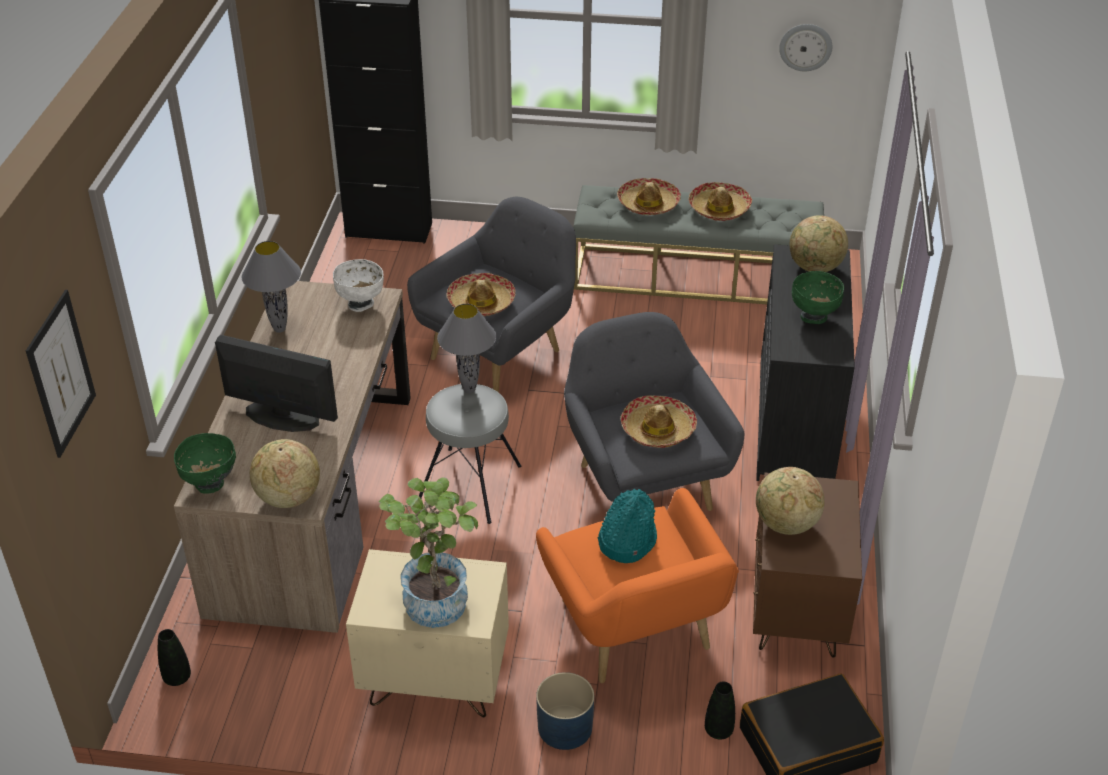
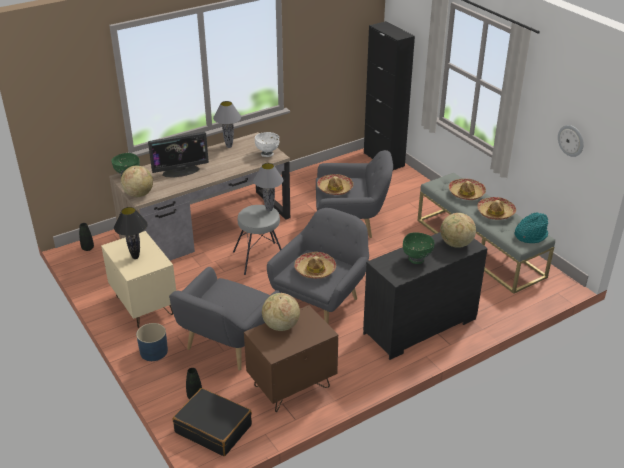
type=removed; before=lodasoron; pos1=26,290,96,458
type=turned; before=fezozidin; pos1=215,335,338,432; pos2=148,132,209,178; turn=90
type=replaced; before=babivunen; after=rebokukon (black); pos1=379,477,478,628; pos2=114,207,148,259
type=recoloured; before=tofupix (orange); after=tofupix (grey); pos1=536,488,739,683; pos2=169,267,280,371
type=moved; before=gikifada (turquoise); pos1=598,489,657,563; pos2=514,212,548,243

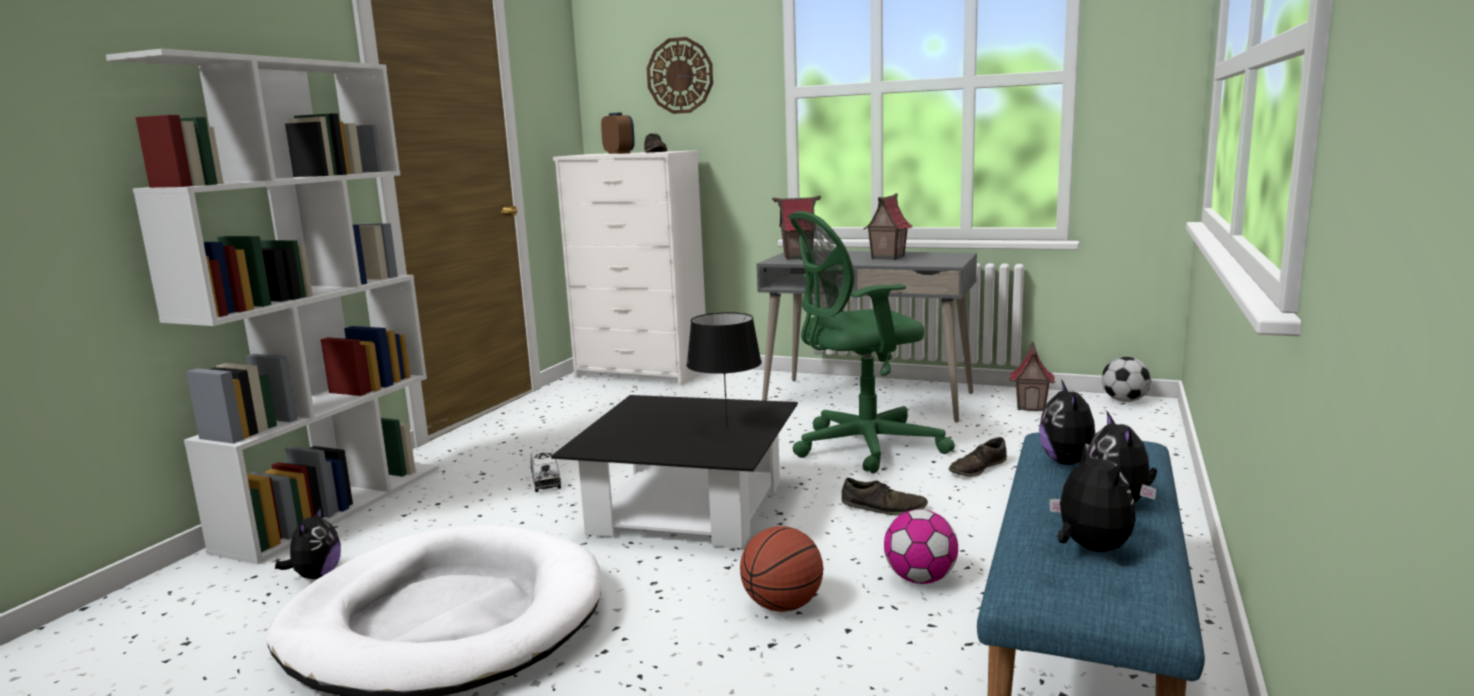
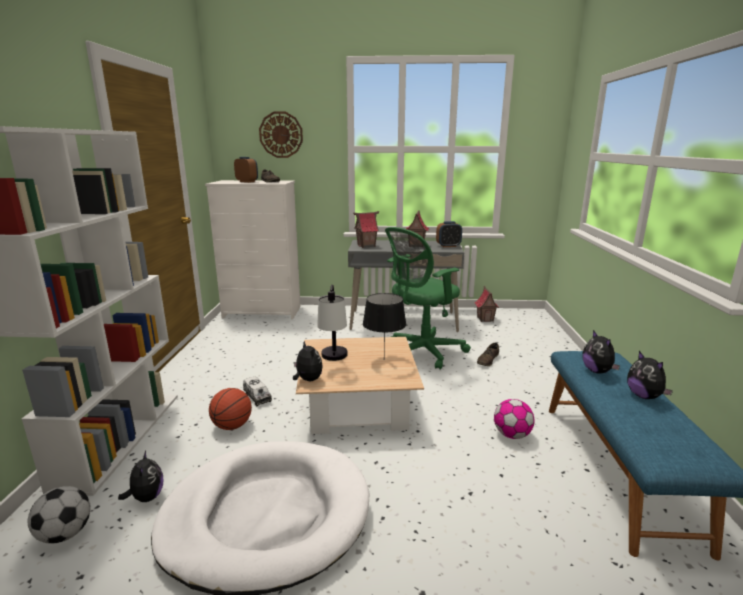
type=moved; before=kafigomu; pos1=1102,357,1151,402; pos2=28,486,91,544
type=recoloured; before=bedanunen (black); after=bedanunen (beige); pos1=551,395,798,550; pos2=296,337,424,435
type=moved; before=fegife; pos1=1049,444,1136,552; pos2=293,340,323,381
type=removed; before=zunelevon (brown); pos1=842,478,928,516
type=moved; before=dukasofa; pos1=740,526,823,612; pos2=209,388,252,430
type=added; after=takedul; pos2=436,221,462,247
type=added; after=rebokukon; pos2=317,285,348,361

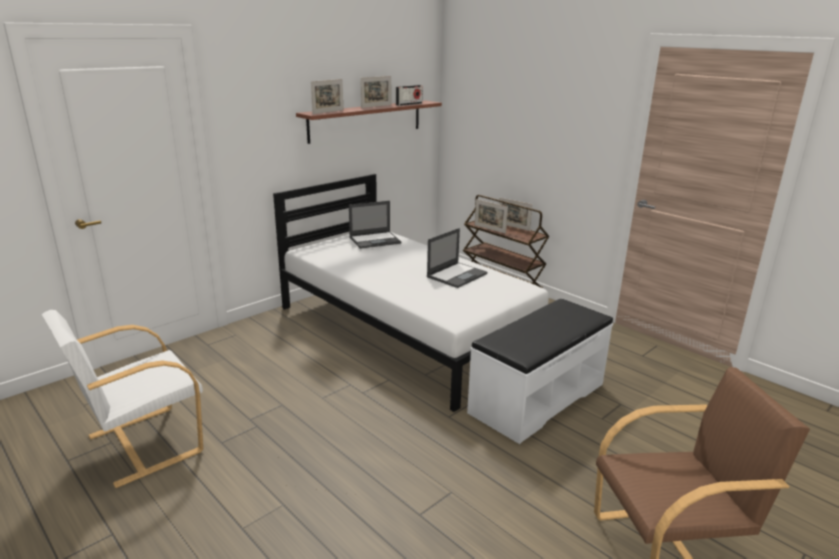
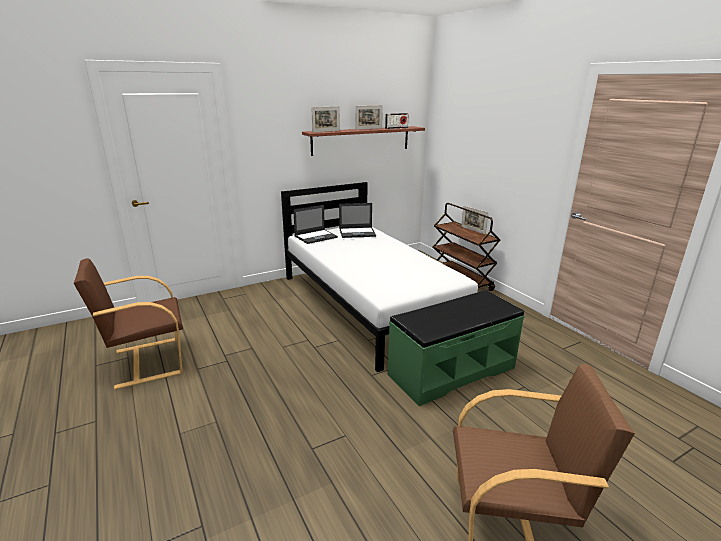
type=removed; before=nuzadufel; pos1=475,199,508,234
type=moved; before=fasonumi; pos1=427,228,487,288; pos2=293,205,338,244
type=recoloured; before=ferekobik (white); after=ferekobik (green); pos1=467,298,613,444; pos2=388,290,524,406
type=recoloured; before=tofupix (white); after=tofupix (brown); pos1=42,310,203,488; pos2=73,258,183,389

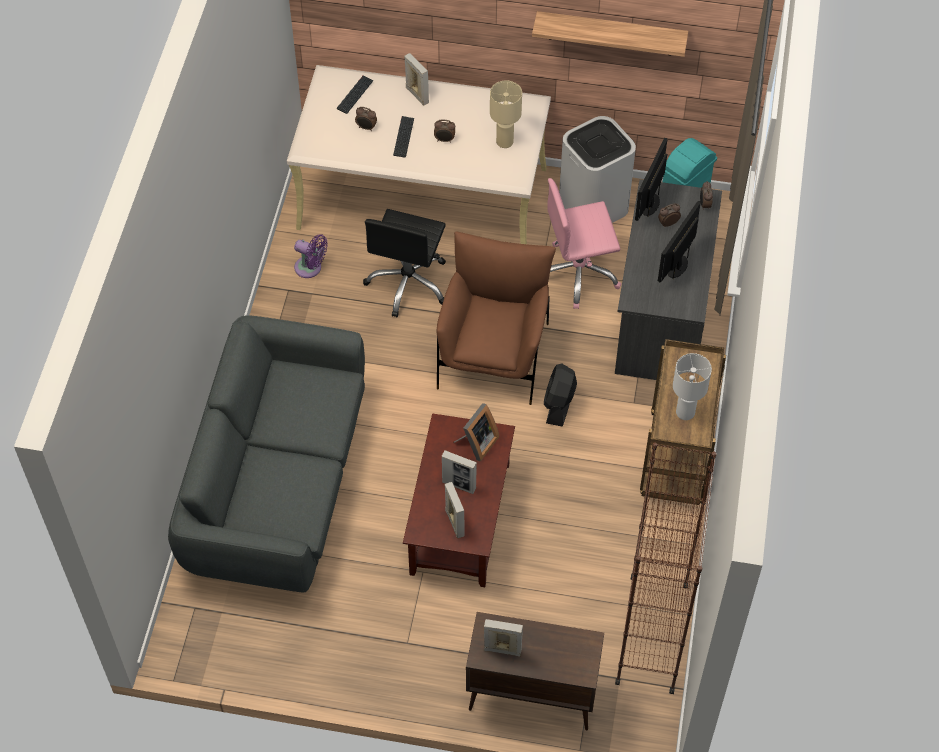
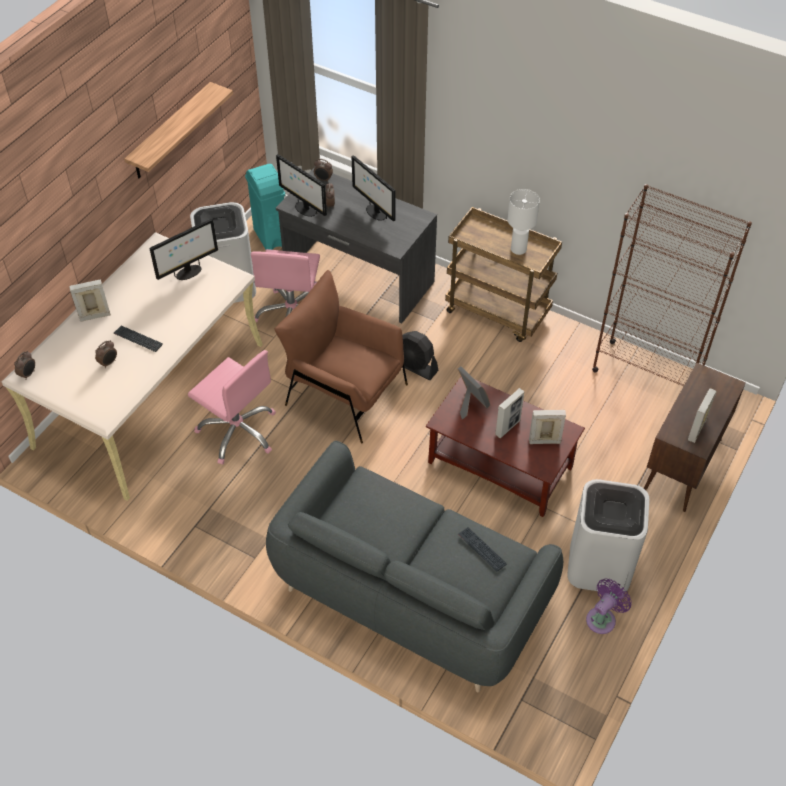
type=moved; before=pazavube; pos1=337,75,374,114; pos2=458,527,507,572
type=replaced; before=rebokukon (beige); after=fezozidin; pos1=490,80,522,148; pos2=149,218,218,280
type=moved; before=takedul; pos1=434,119,455,143; pos2=14,351,35,380
type=recoloured; before=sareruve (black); after=sareruve (pink); pos1=363,209,446,317; pos2=188,350,276,465
type=moved; before=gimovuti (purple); pos1=294,234,328,278; pos2=586,578,632,634
type=added; after=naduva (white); pos2=567,479,649,593

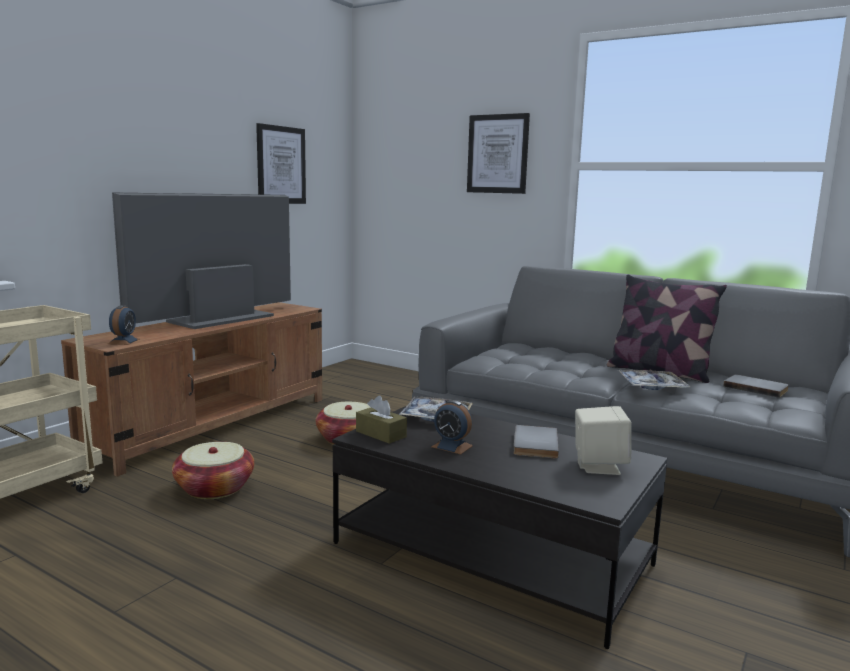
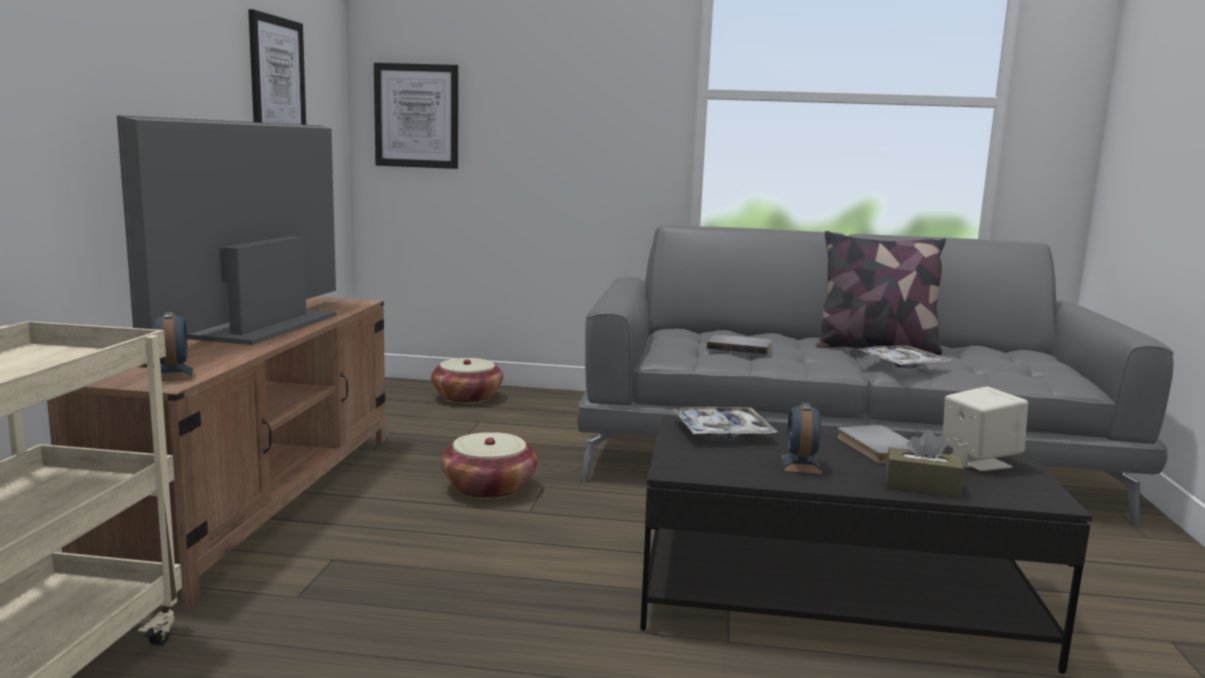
type=moved; before=lodasoron; pos1=467,113,530,194; pos2=374,63,458,169
type=moved; before=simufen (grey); pos1=723,374,789,398; pos2=707,334,772,355
type=moved; before=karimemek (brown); pos1=356,396,407,444; pos2=886,430,964,498
type=turned; before=takedul; pos1=432,400,473,454; pos2=781,403,822,474; turn=90
type=moved; before=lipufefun; pos1=172,442,254,499; pos2=431,358,503,404

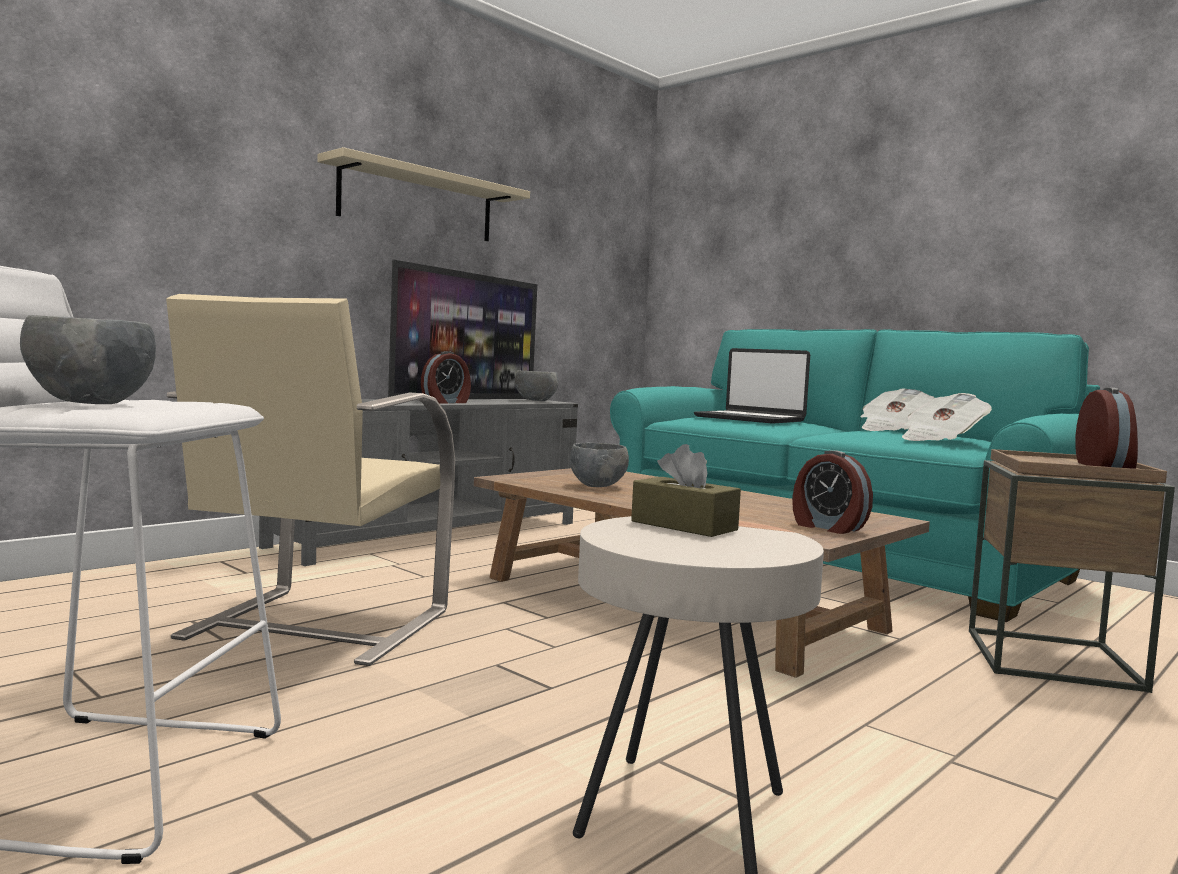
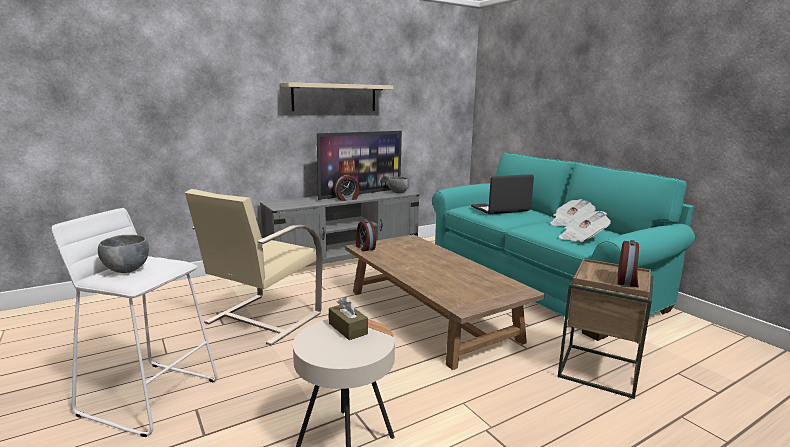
type=turned; before=fasonumi; pos1=694,348,810,424; pos2=471,174,534,215; turn=105
type=removed; before=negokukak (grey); pos1=570,443,629,487
type=moved; before=takedul; pos1=792,450,873,534; pos2=356,220,376,251

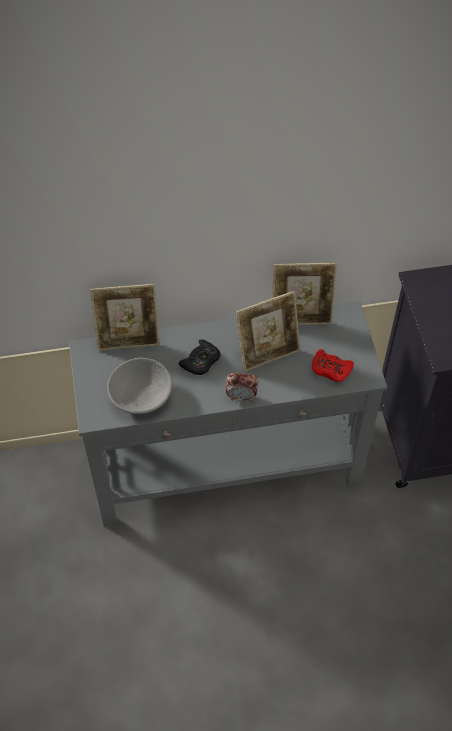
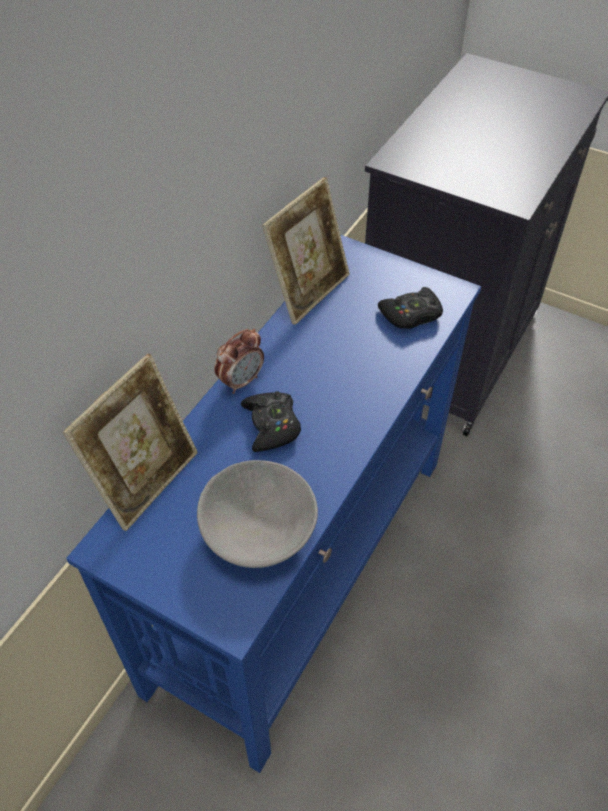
type=removed; before=nuzadufel; pos1=235,291,300,372
type=recoloured; before=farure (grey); after=farure (blue); pos1=69,300,387,526; pos2=66,235,481,773
type=recoloured; before=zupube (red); after=zupube (black); pos1=312,349,354,382; pos2=378,287,443,329
type=moved; before=takedul; pos1=226,373,259,402; pos2=214,329,264,394

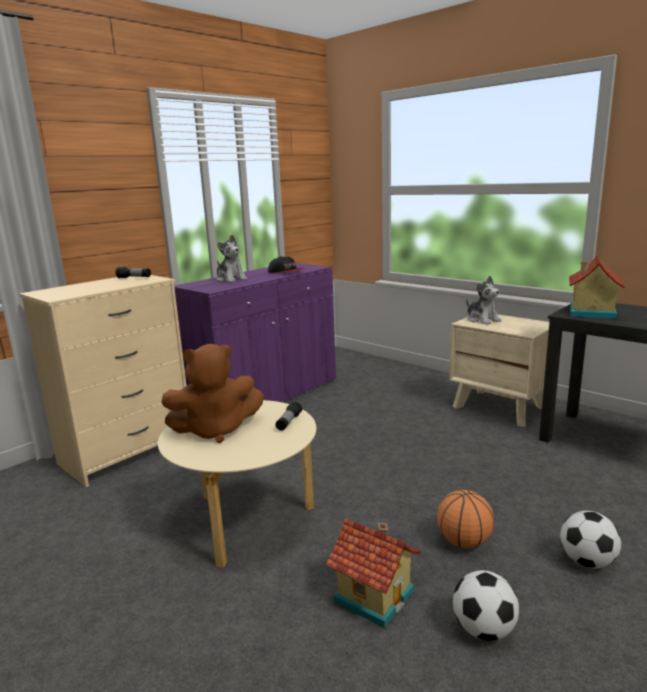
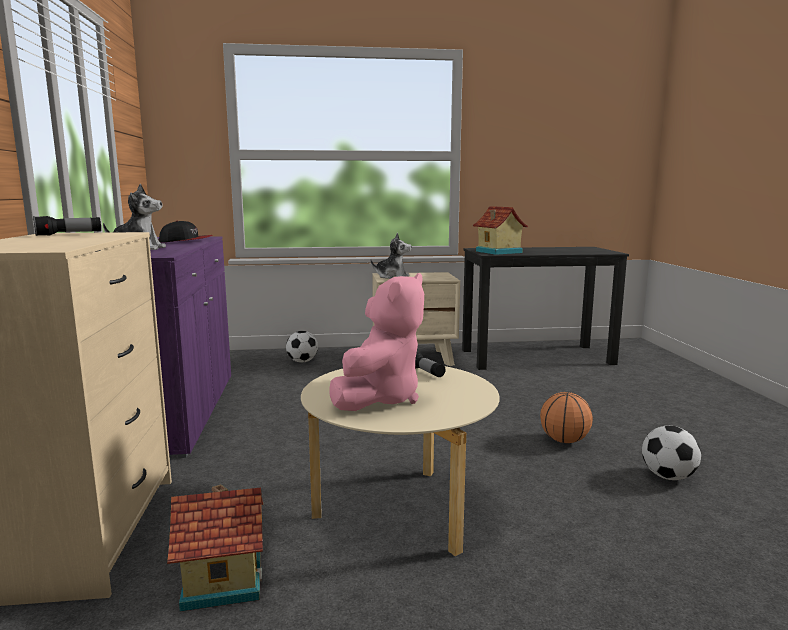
type=recoloured; before=fegife (brown); after=fegife (pink); pos1=161,344,264,443; pos2=329,273,424,411
type=moved; before=kafigomu; pos1=560,511,621,568; pos2=286,331,318,363
type=moved; before=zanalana; pos1=326,518,421,628; pos2=167,484,263,612

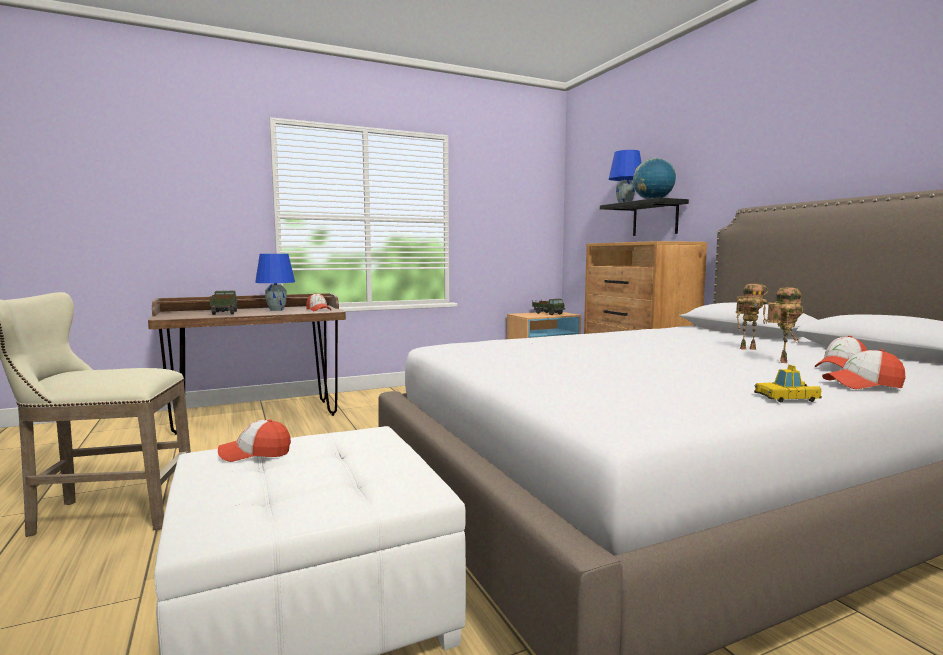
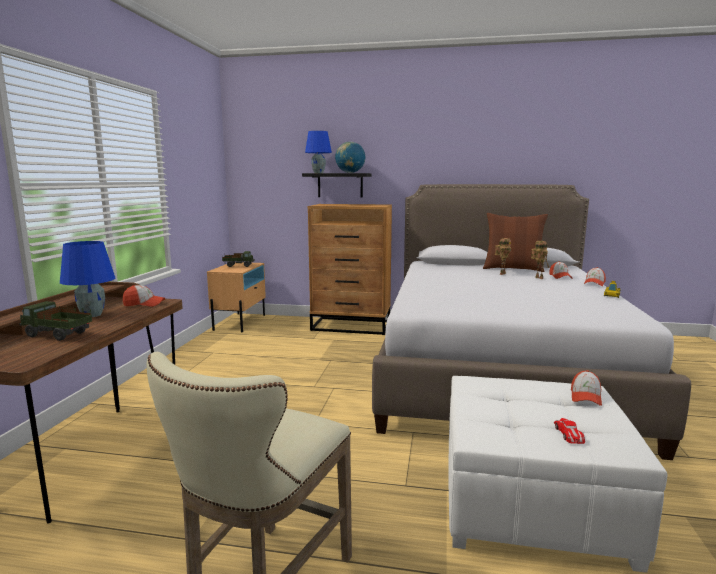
type=moved; before=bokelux; pos1=218,419,291,462; pos2=571,370,602,406
type=added; after=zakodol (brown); pos2=483,213,548,272
type=added; after=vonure; pos2=554,418,585,444

